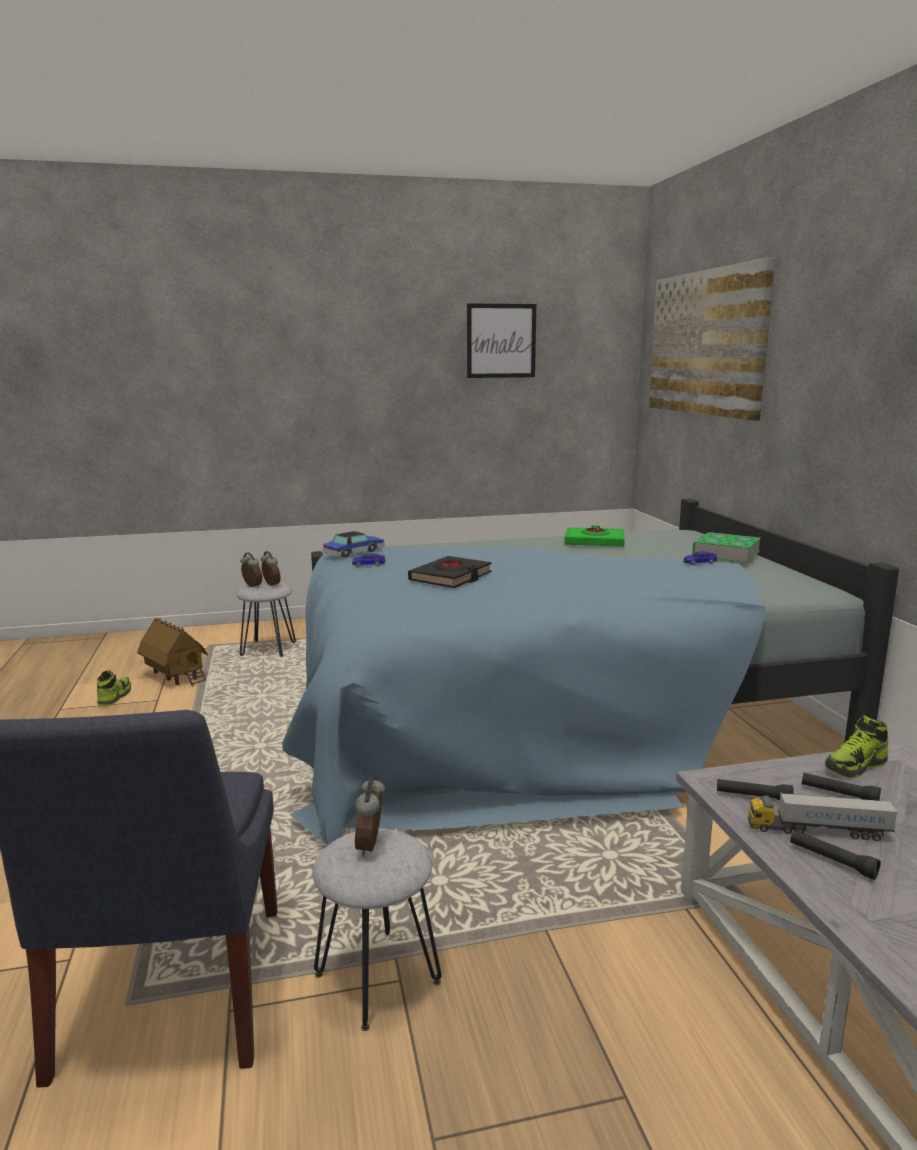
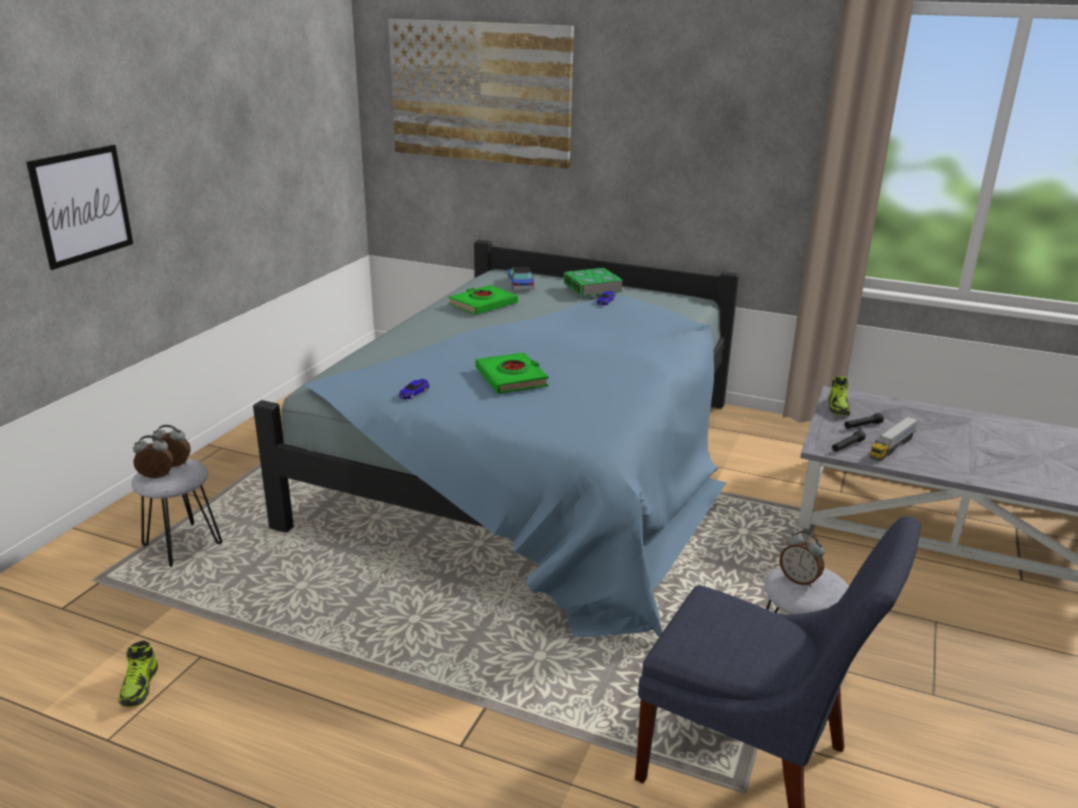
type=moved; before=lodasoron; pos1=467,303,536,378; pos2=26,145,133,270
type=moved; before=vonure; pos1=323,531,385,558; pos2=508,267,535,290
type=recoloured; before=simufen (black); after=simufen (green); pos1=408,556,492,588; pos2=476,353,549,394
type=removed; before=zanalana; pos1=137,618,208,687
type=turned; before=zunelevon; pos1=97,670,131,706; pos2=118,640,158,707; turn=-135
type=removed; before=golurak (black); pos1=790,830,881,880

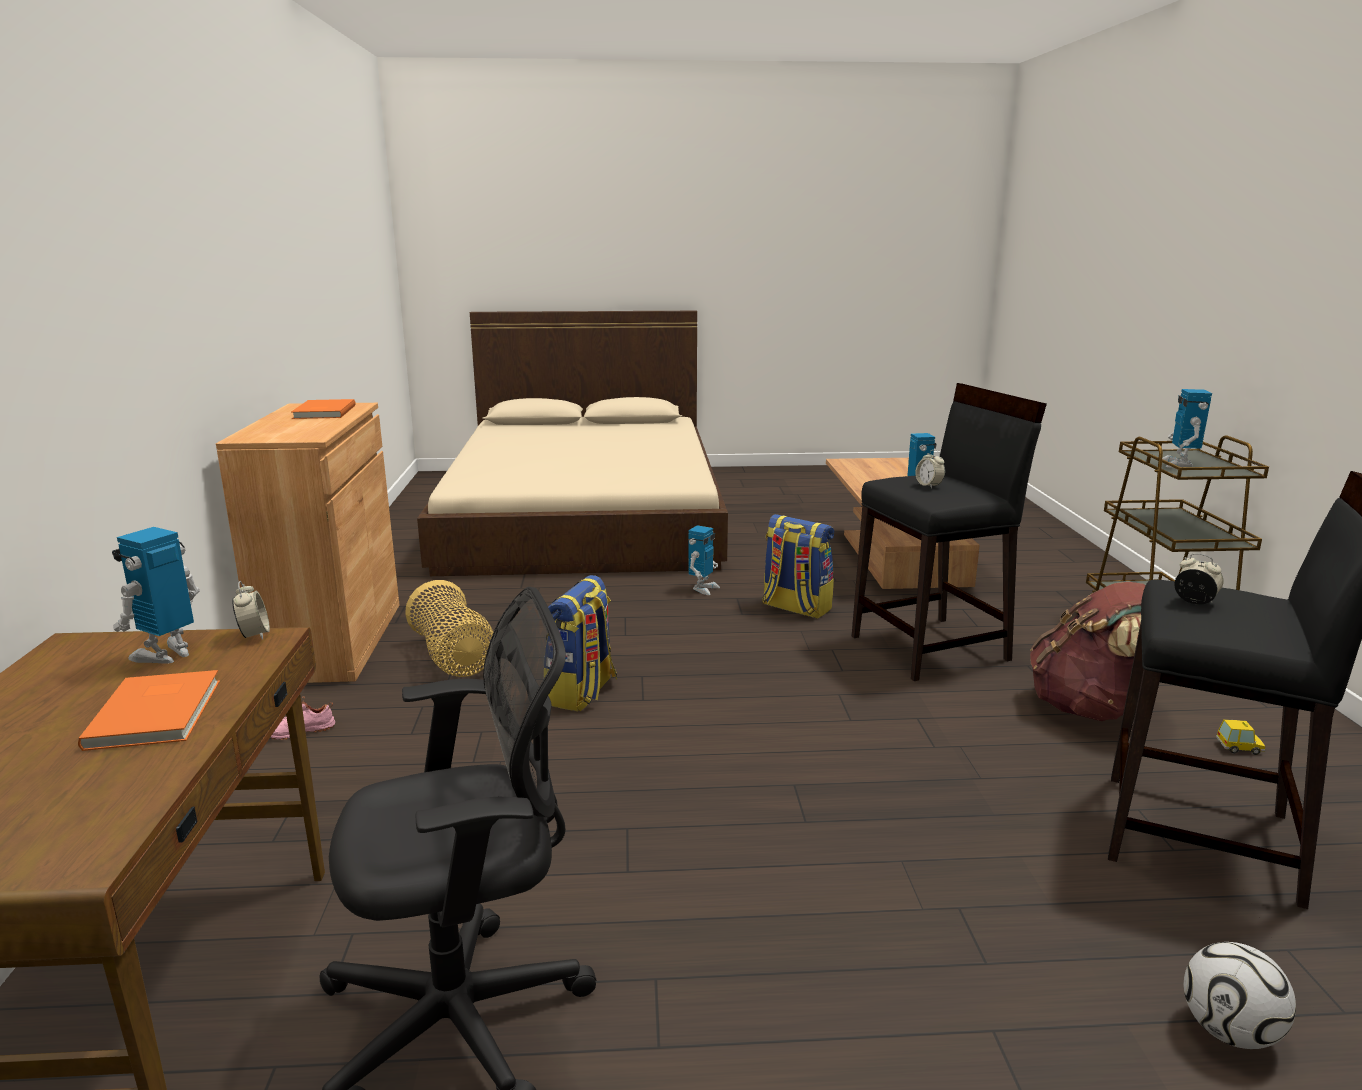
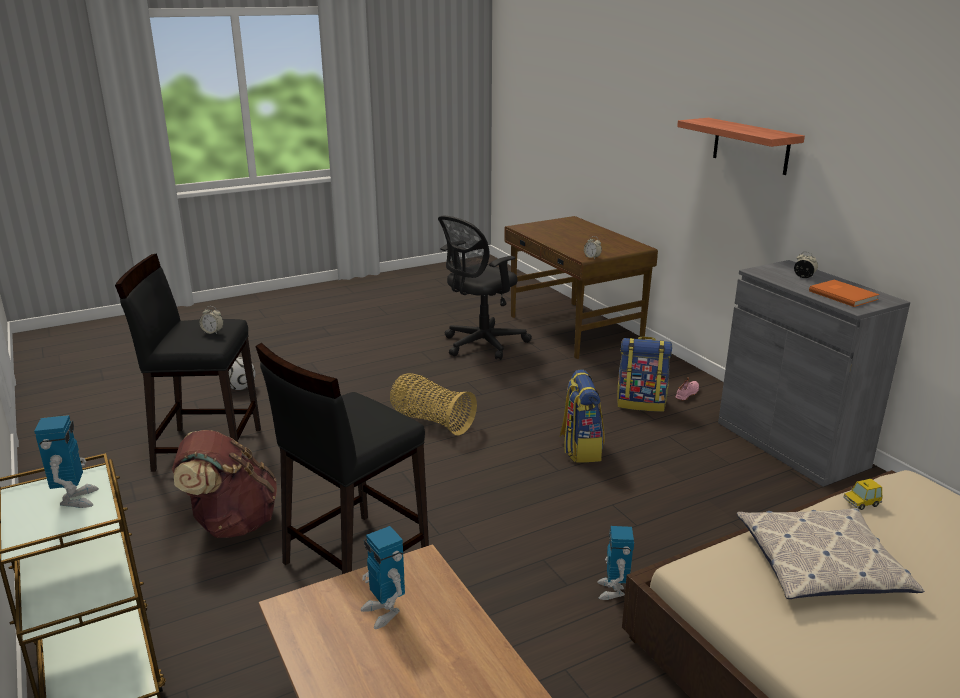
type=recoloured; before=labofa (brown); after=labofa (grey); pos1=216,403,399,683; pos2=718,260,910,487
type=moved; before=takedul; pos1=916,450,945,488; pos2=794,252,818,278
type=moved; before=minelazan; pos1=762,514,834,619; pos2=617,336,672,412
type=removed; before=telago; pos1=112,527,200,664
type=moved; before=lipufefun; pos1=405,580,494,677; pos2=390,373,477,435
type=removed; before=simufen (orange); pos1=78,670,220,751
type=moved; before=vonure; pos1=1216,719,1265,755; pos2=843,479,882,510
type=added; after=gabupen; pos2=677,118,805,175
type=added; after=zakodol; pos2=737,508,925,599

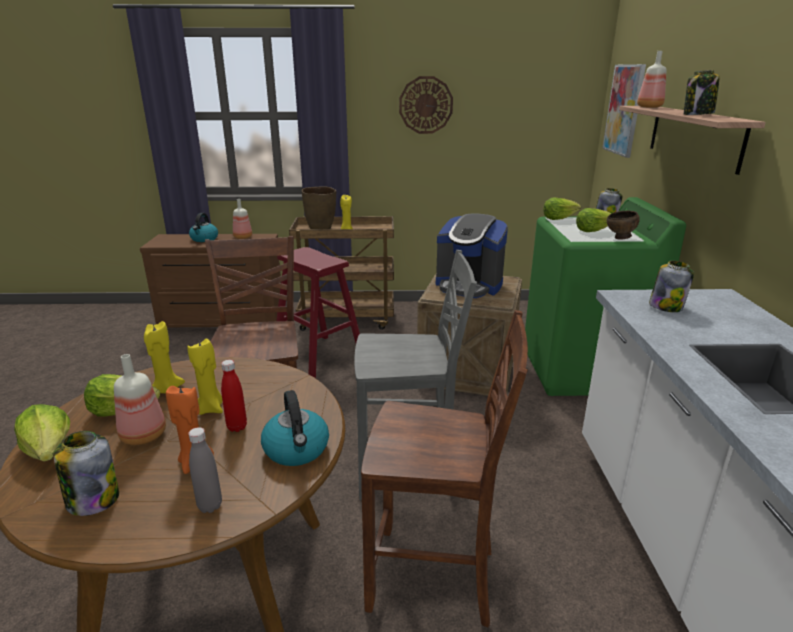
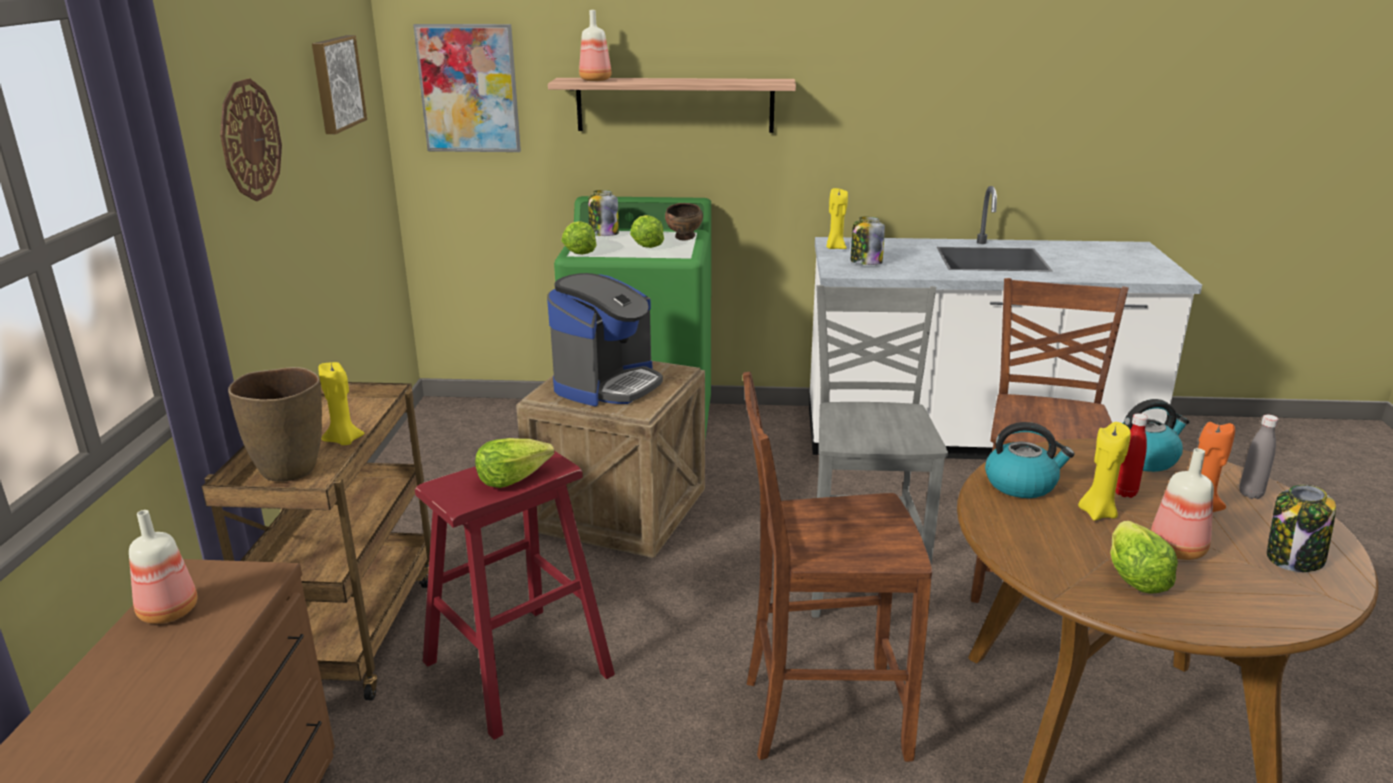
type=removed; before=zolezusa; pos1=684,70,720,115
type=moved; before=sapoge; pos1=189,213,218,242; pos2=985,422,1075,498
type=moved; before=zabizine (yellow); pos1=144,321,185,394; pos2=827,188,848,249
type=moved; before=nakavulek; pos1=14,404,70,462; pos2=475,438,554,488
type=added; after=lodasoron; pos2=312,35,367,134

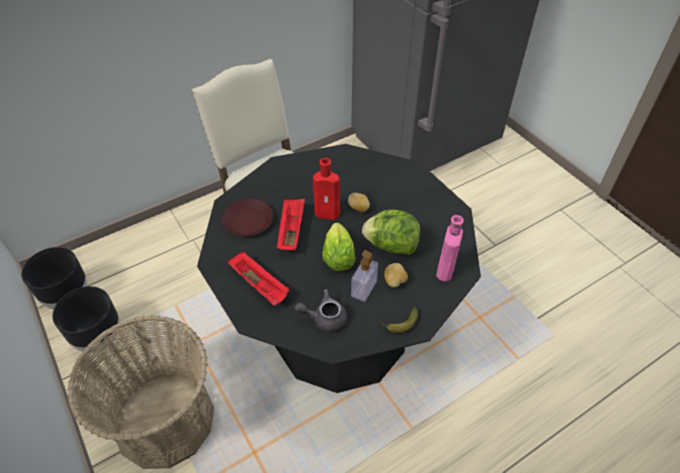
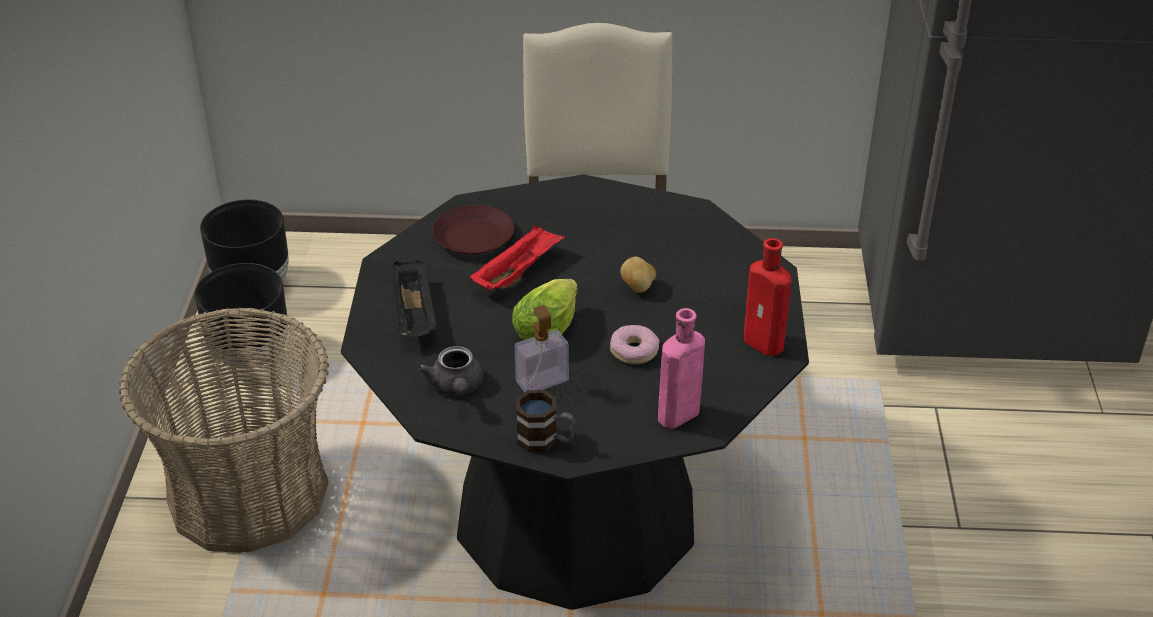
type=moved; before=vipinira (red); pos1=313,158,340,220; pos2=744,238,792,356
type=replaced; before=nakavulek; after=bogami; pos1=362,209,420,255; pos2=610,325,660,364
type=recoloured; before=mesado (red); after=mesado (black); pos1=228,252,289,306; pos2=394,260,437,337
type=removed; before=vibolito; pos1=384,263,408,287
type=turned; before=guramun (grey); pos1=294,289,347,333; pos2=418,346,483,395; turn=-135
type=replaced; before=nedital; after=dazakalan; pos1=378,306,418,333; pos2=516,390,575,452

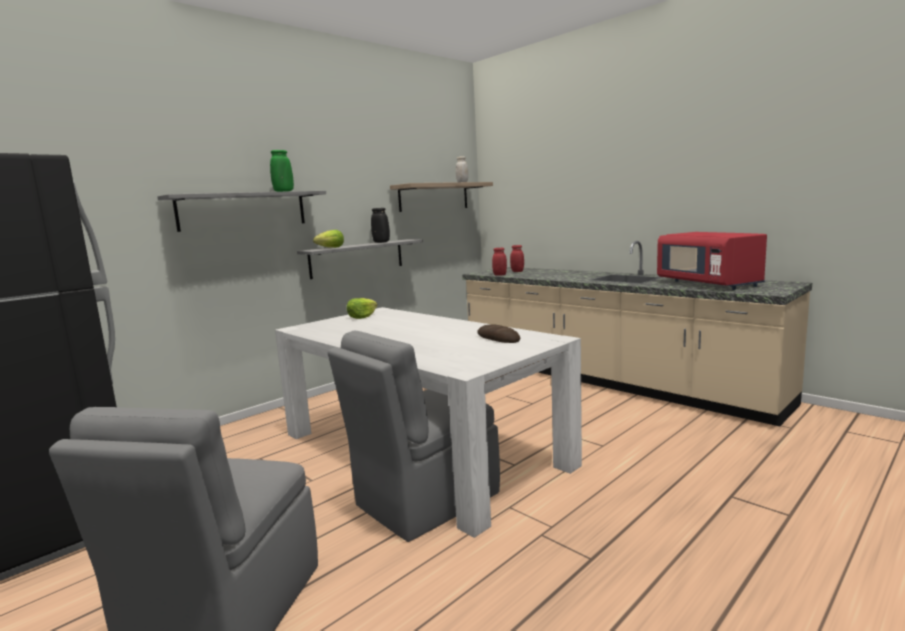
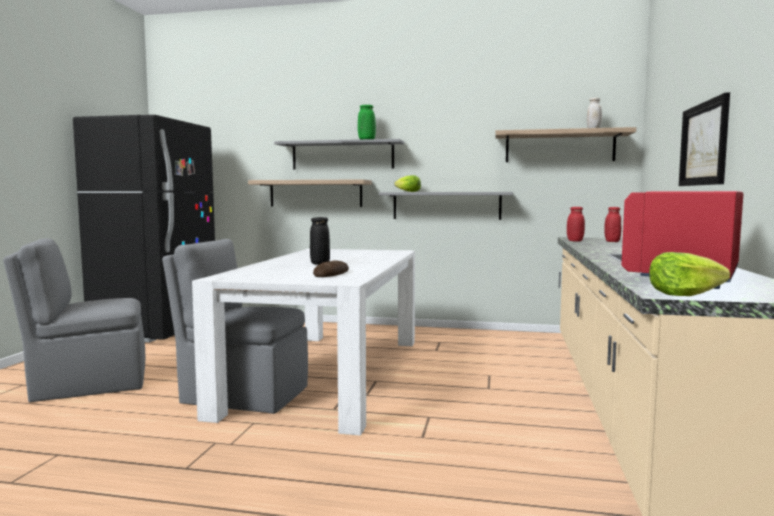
type=moved; before=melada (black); pos1=371,208,390,243; pos2=310,217,330,265
type=moved; before=nakavulek; pos1=347,298,378,319; pos2=649,252,730,296
type=added; after=lodasoron; pos2=679,92,730,186
type=added; after=gabupen; pos2=248,179,372,207

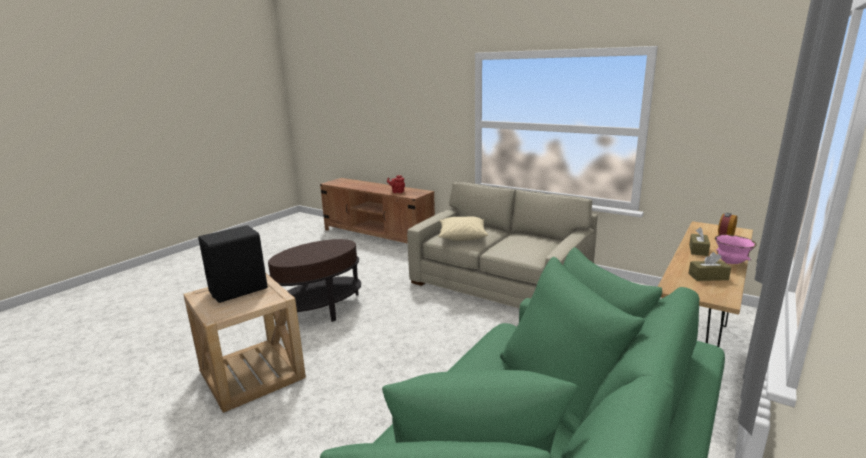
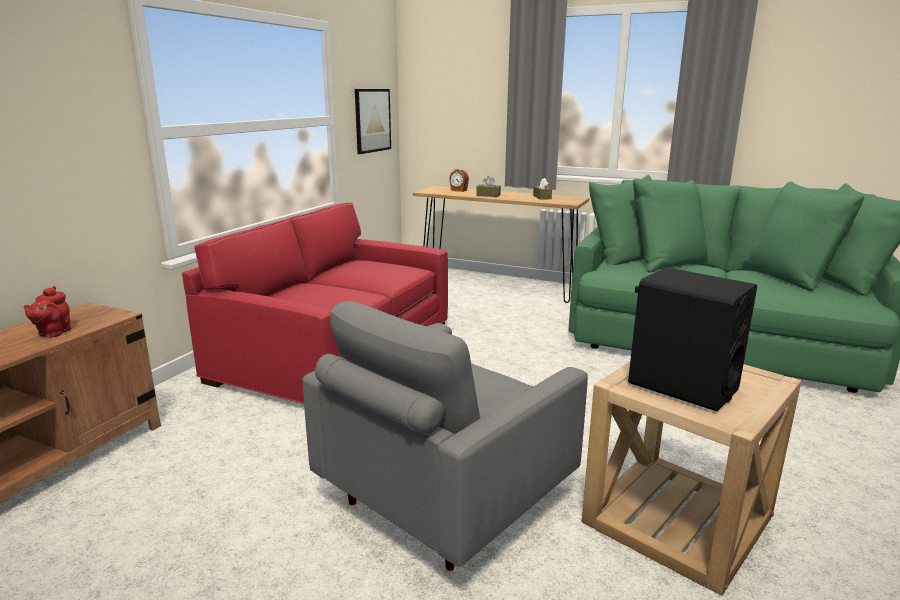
type=recoloured; before=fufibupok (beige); after=fufibupok (red); pos1=407,182,598,308; pos2=182,202,448,404
type=removed; before=zakodol (beige); pos1=438,216,488,241
type=removed; before=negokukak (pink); pos1=715,235,757,264
type=replaced; before=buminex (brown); after=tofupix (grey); pos1=268,239,361,324; pos2=302,301,588,571
type=added; after=lodasoron; pos2=355,89,391,154

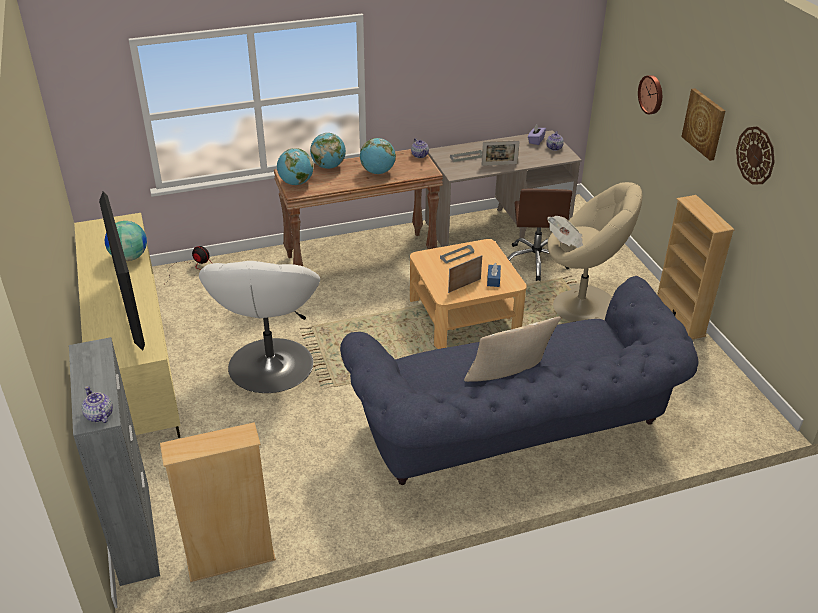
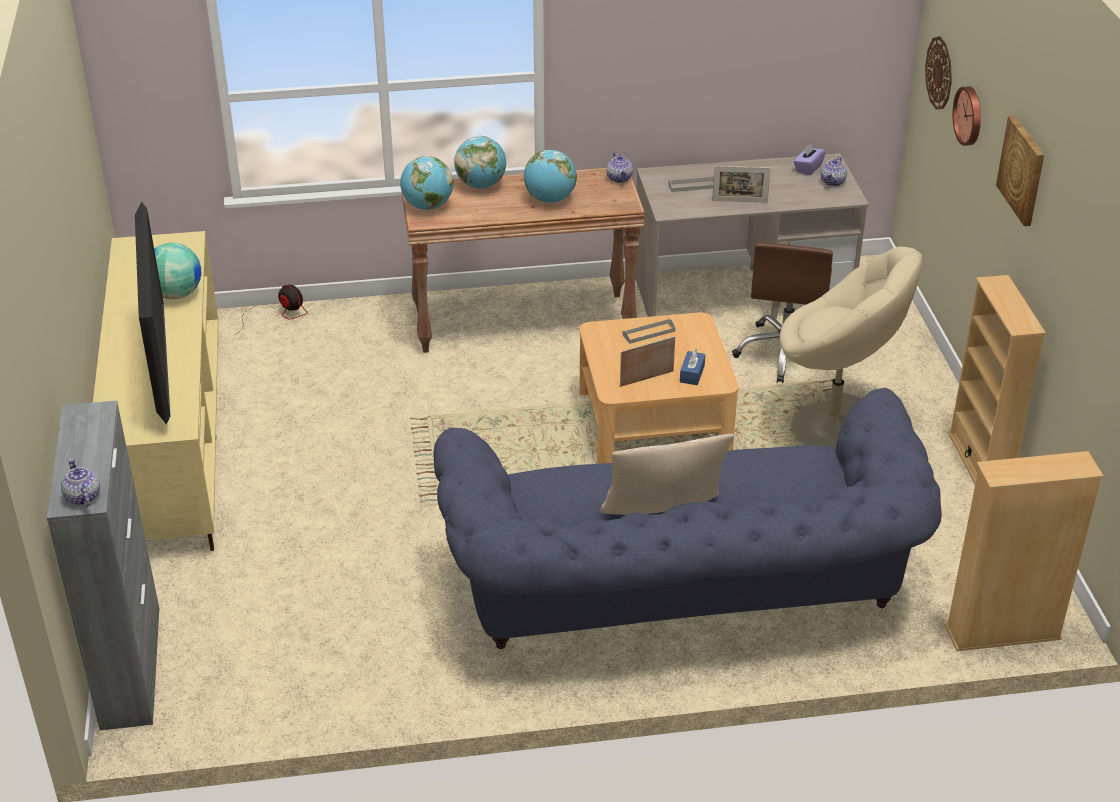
type=moved; before=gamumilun; pos1=736,126,775,185; pos2=925,36,952,110
type=removed; before=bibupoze; pos1=547,216,583,248
type=removed; before=tofupix (white); pos1=199,261,320,393
type=moved; before=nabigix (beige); pos1=160,422,276,582; pos2=945,451,1104,651

